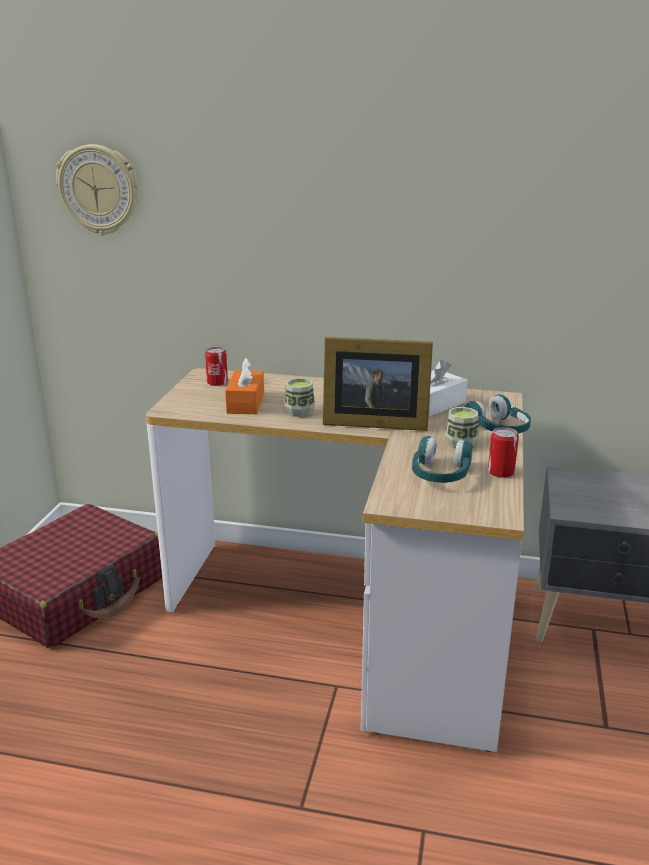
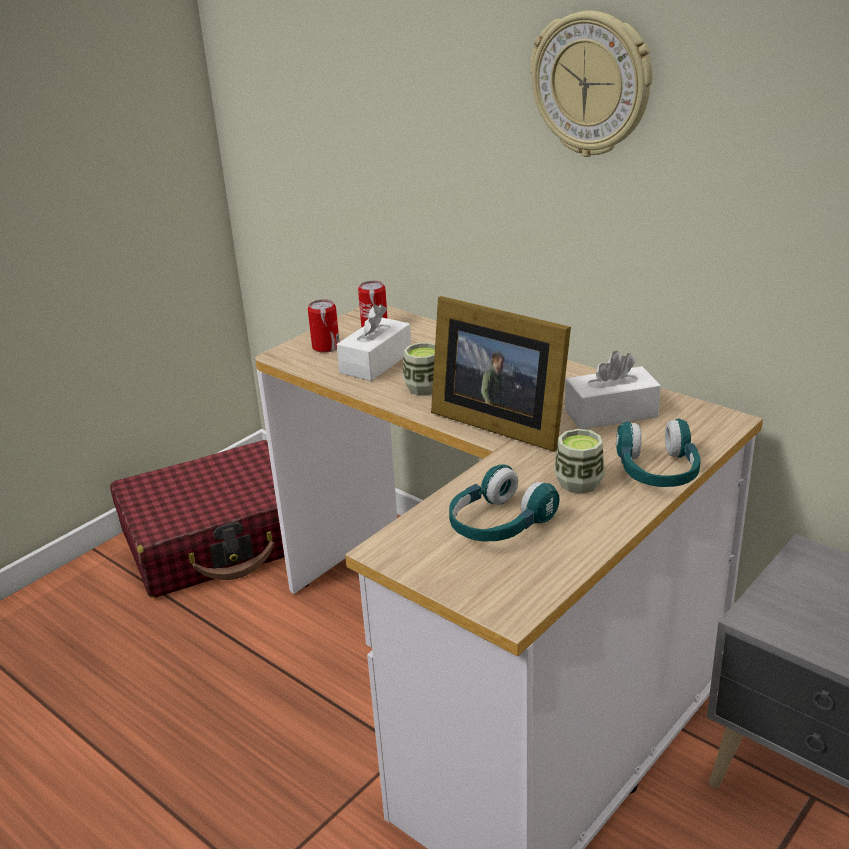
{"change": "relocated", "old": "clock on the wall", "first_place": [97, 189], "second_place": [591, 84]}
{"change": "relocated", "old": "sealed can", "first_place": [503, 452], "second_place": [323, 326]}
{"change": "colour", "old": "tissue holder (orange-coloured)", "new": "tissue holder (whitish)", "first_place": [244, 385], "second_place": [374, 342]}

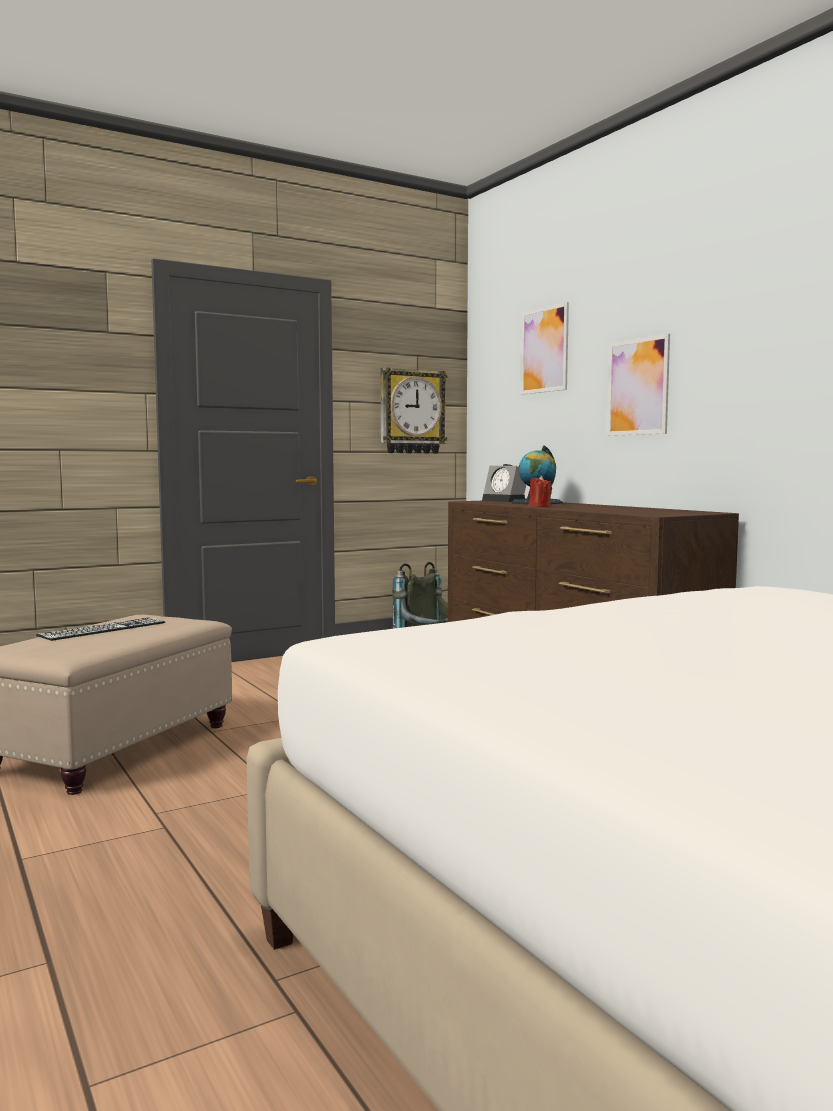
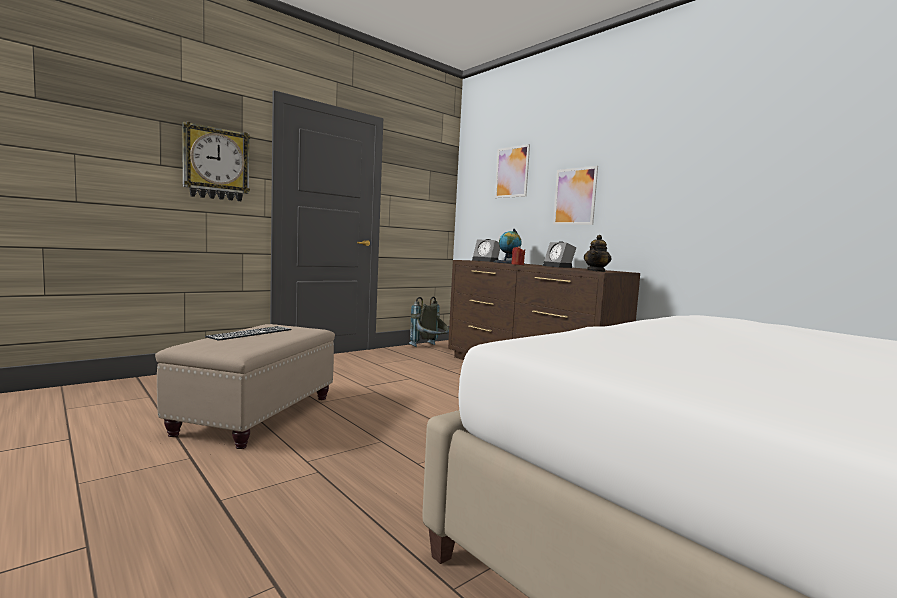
{"change": "appeared", "new": "bedside clock", "second_place": [559, 254]}
{"change": "appeared", "new": "pot for tea", "second_place": [597, 253]}
{"change": "relocated", "old": "clock on the wall", "first_place": [414, 410], "second_place": [216, 161]}

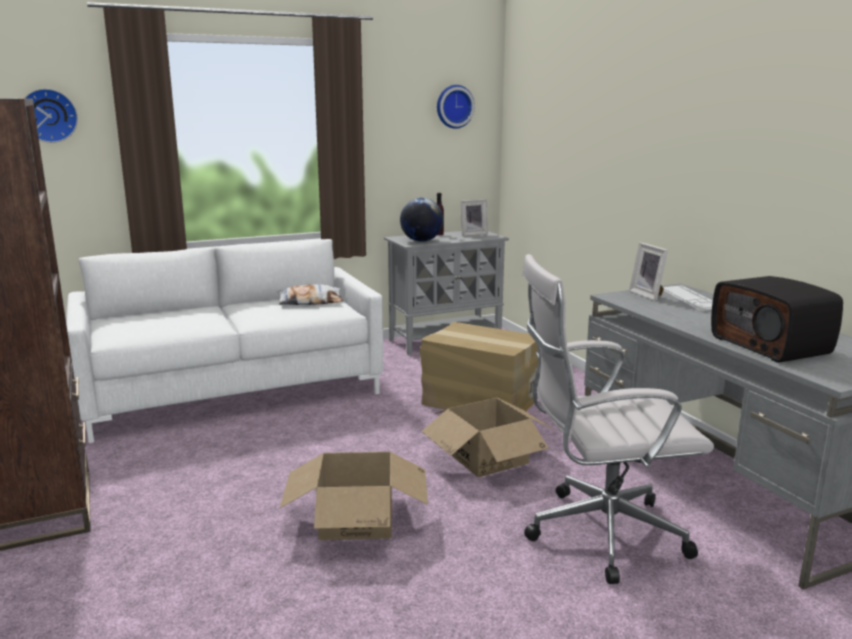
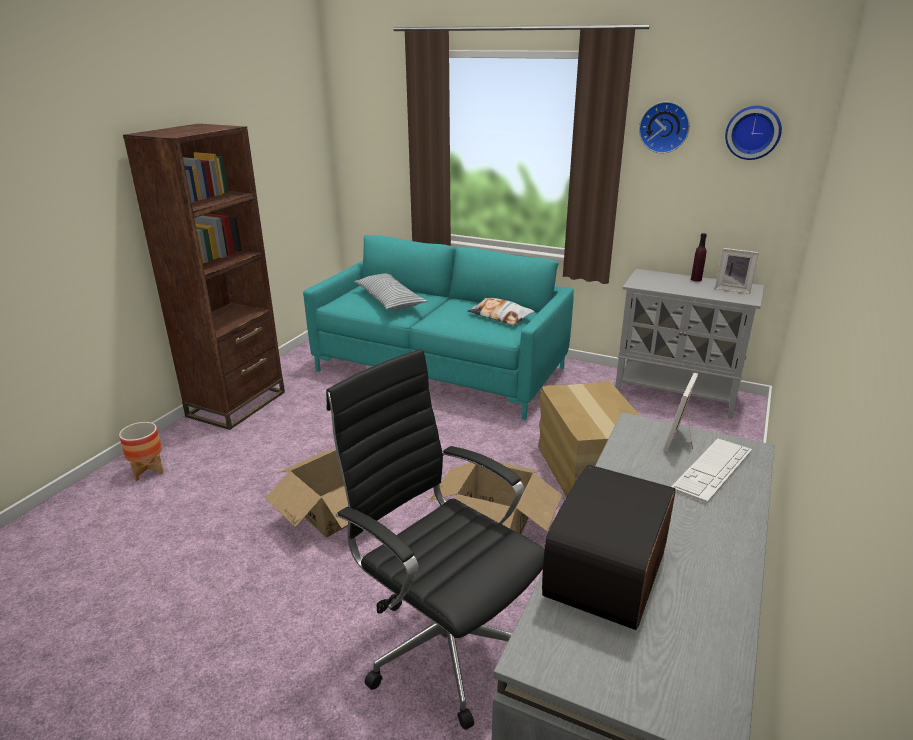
{"change": "missing", "old": "world globe", "first_place": [421, 220]}
{"change": "appeared", "new": "flower pot", "second_place": [141, 451]}
{"change": "appeared", "new": "cushion", "second_place": [390, 291]}
{"change": "relocated", "old": "clock on the wall", "first_place": [51, 115], "second_place": [664, 128]}
{"change": "colour", "old": "sofa (whitish)", "new": "sofa (blue-green)", "first_place": [224, 341], "second_place": [438, 327]}
{"change": "colour", "old": "desk chair (whitish)", "new": "desk chair (black-coloured)", "first_place": [618, 419], "second_place": [435, 539]}

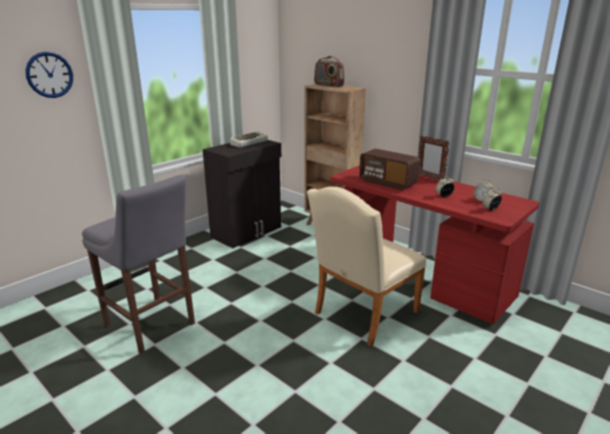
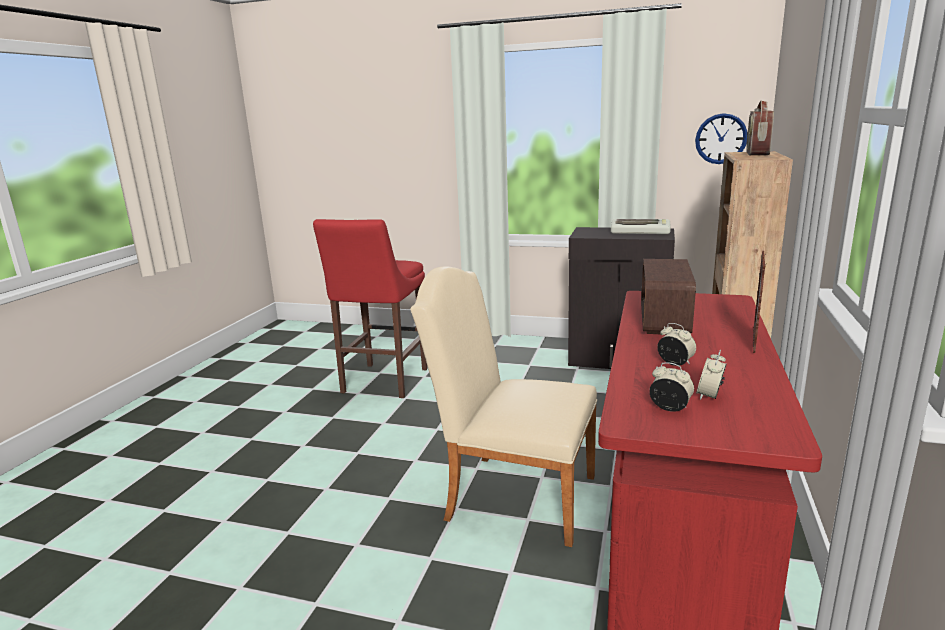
{"change": "relocated", "old": "clock on the wall", "first_place": [49, 75], "second_place": [721, 138]}
{"change": "colour", "old": "stool (greyish)", "new": "stool (reddish)", "first_place": [138, 264], "second_place": [370, 308]}

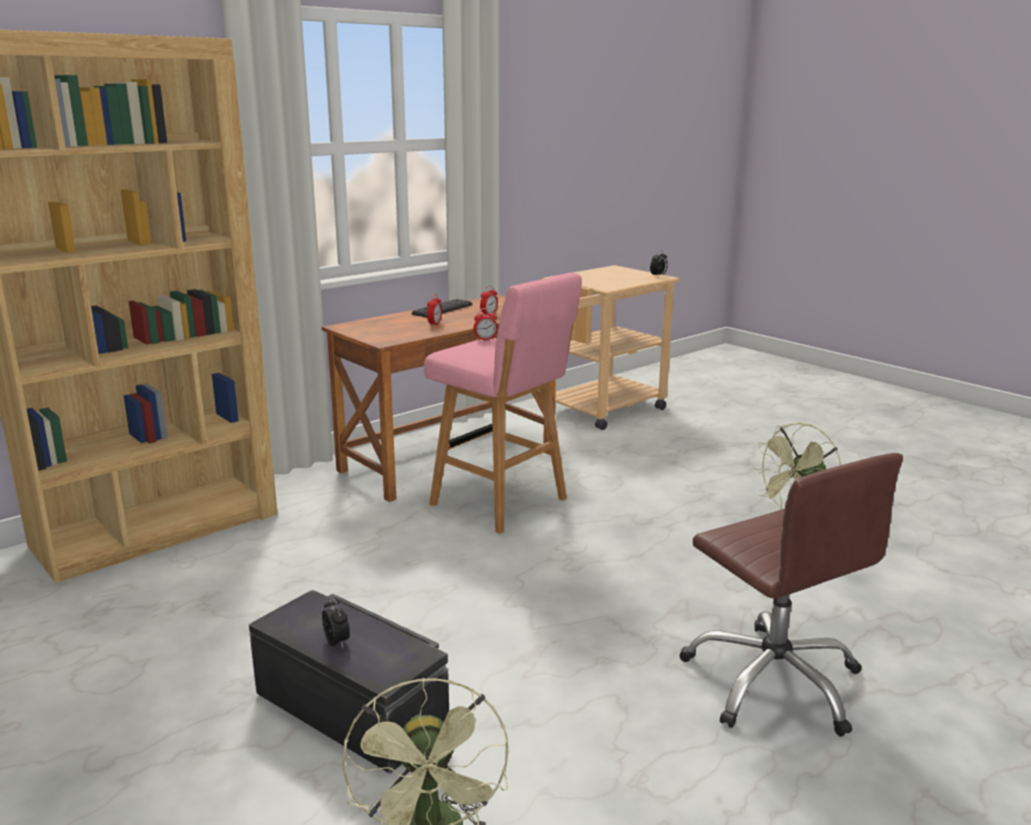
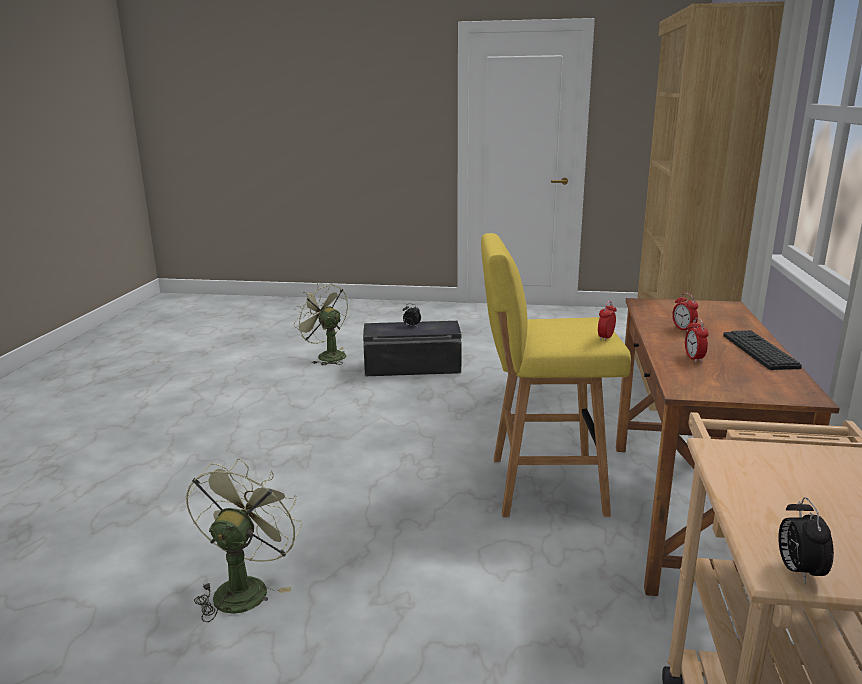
{"change": "missing", "old": "desk chair (brownish)", "first_place": [791, 594]}
{"change": "colour", "old": "stool (pink)", "new": "stool (yellow-coloured)", "first_place": [503, 403], "second_place": [556, 375]}

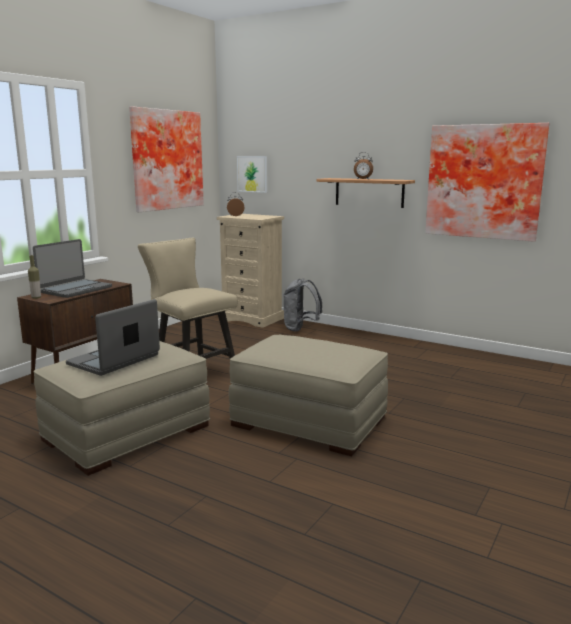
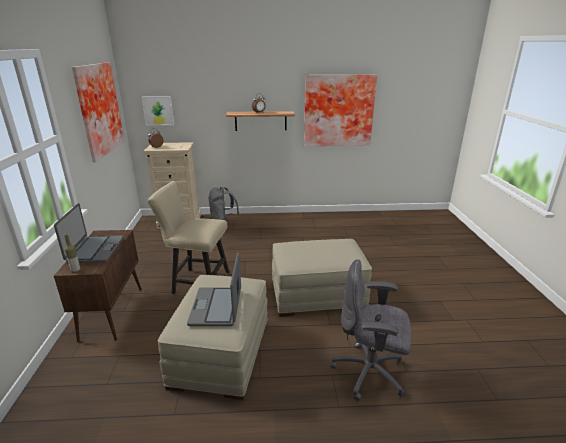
{"change": "appeared", "new": "desk chair (greyish)", "second_place": [371, 330]}

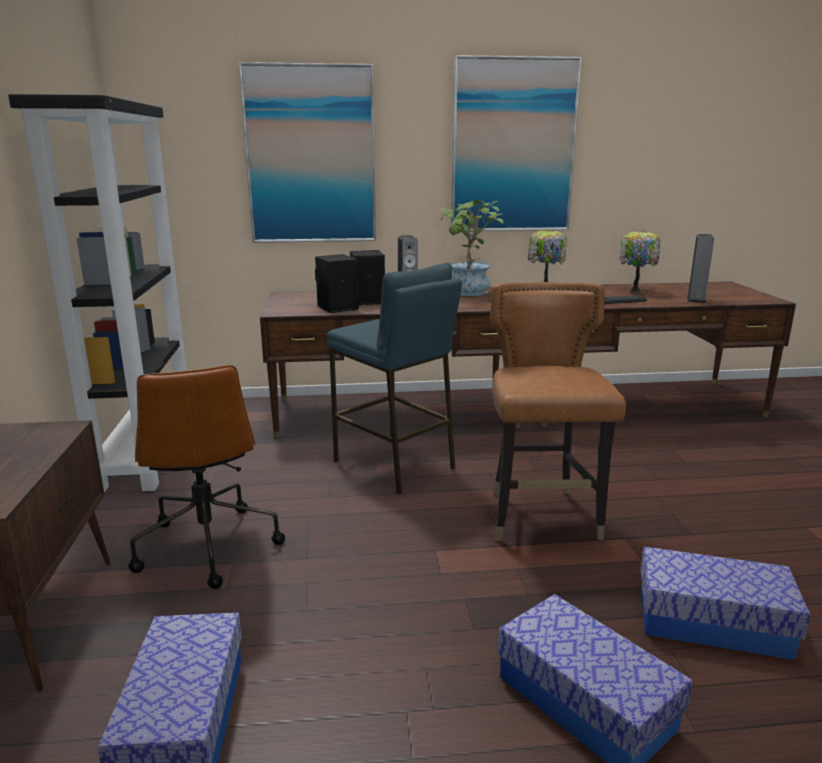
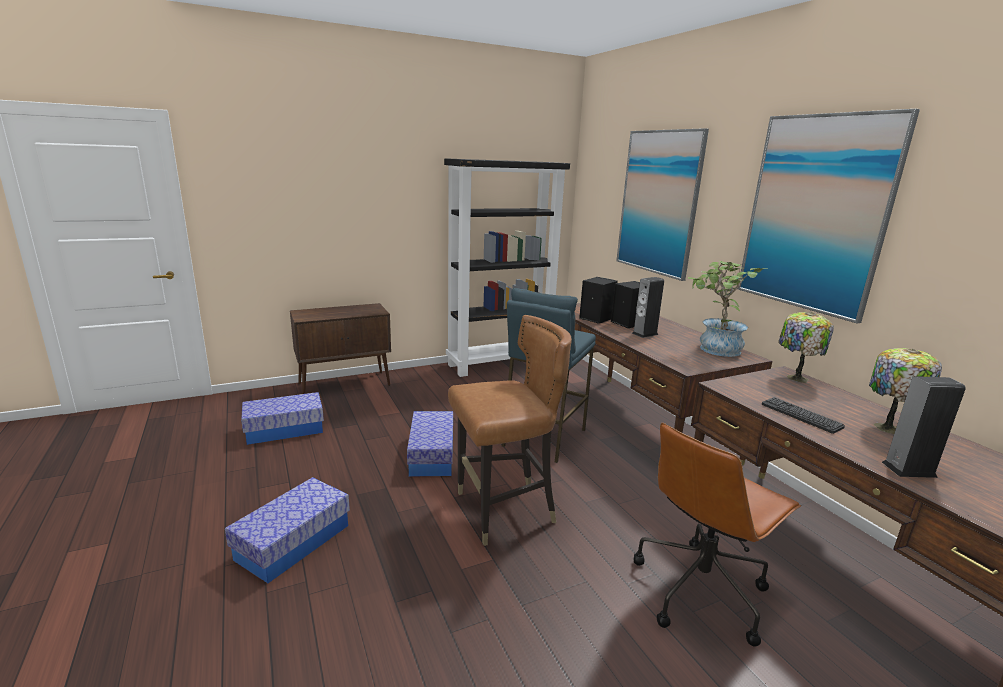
{"change": "relocated", "old": "desk chair (brownish)", "first_place": [206, 477], "second_place": [717, 535]}
{"change": "relocated", "old": "storage container", "first_place": [725, 603], "second_place": [430, 444]}

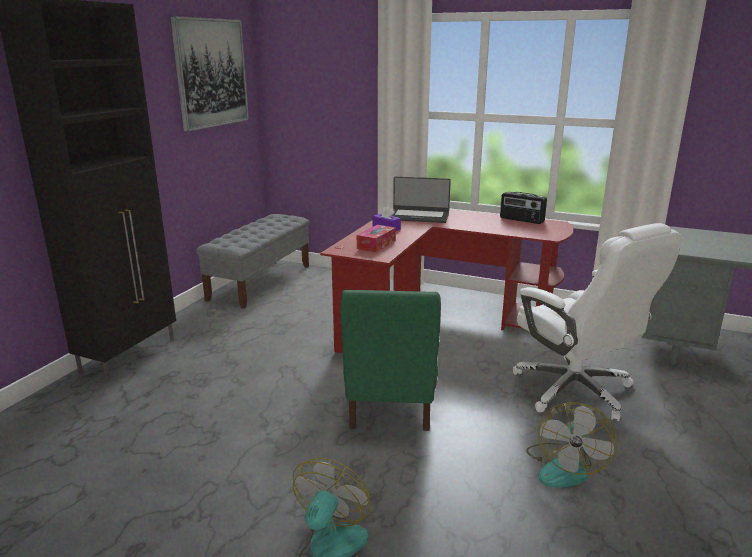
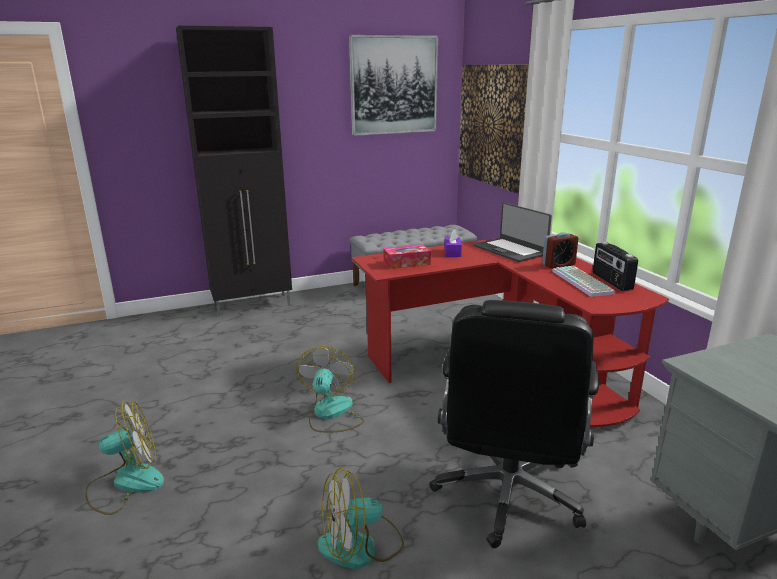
{"change": "appeared", "new": "wall art", "second_place": [494, 129]}
{"change": "appeared", "new": "bedside clock", "second_place": [560, 250]}
{"change": "appeared", "new": "PC keyboard", "second_place": [583, 281]}
{"change": "exchanged", "old": "chair (greenish)", "new": "electric fan", "first_place": [391, 360], "second_place": [330, 389]}
{"change": "colour", "old": "desk chair (whitish)", "new": "desk chair (black-coloured)", "first_place": [597, 322], "second_place": [514, 424]}

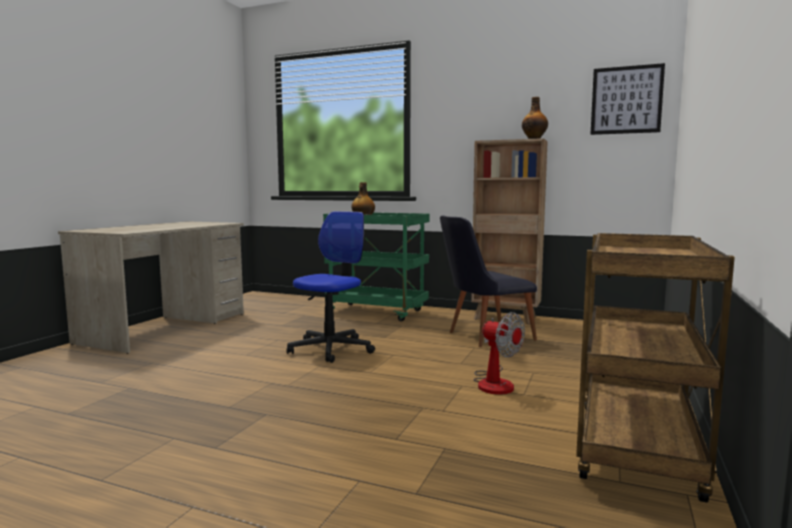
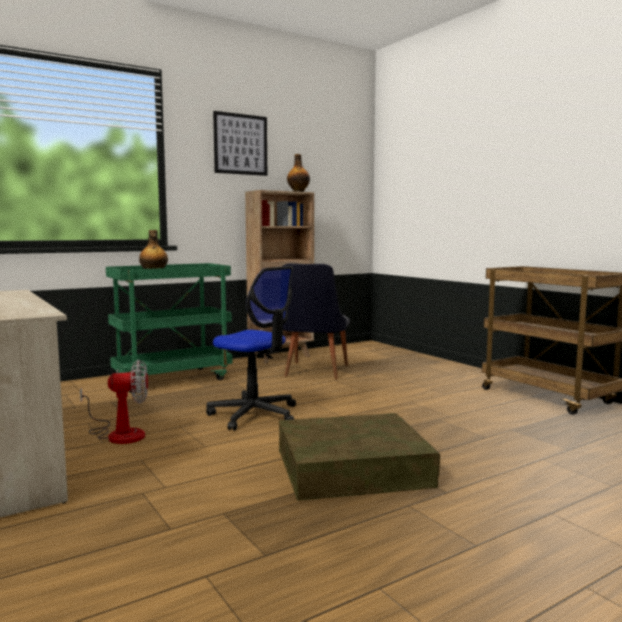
{"change": "appeared", "new": "storage container (brownish)", "second_place": [359, 457]}
{"change": "relocated", "old": "electric fan", "first_place": [499, 353], "second_place": [114, 401]}
{"change": "relocated", "old": "wall art", "first_place": [627, 99], "second_place": [240, 143]}
{"change": "spun", "old": "desk chair", "first_place": [331, 287], "second_place": [251, 348], "degrees": 150}

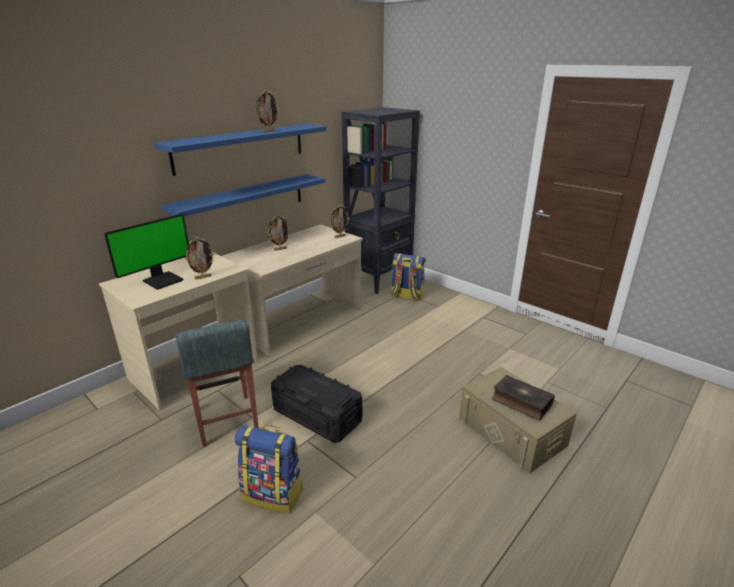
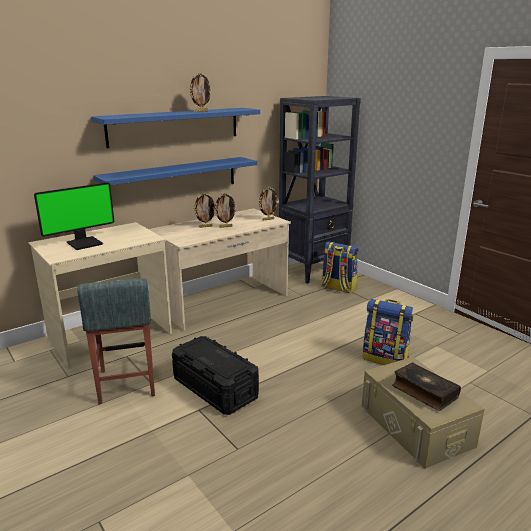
{"change": "relocated", "old": "standing frame", "first_place": [200, 258], "second_place": [225, 210]}
{"change": "relocated", "old": "rucksack", "first_place": [269, 468], "second_place": [388, 332]}

